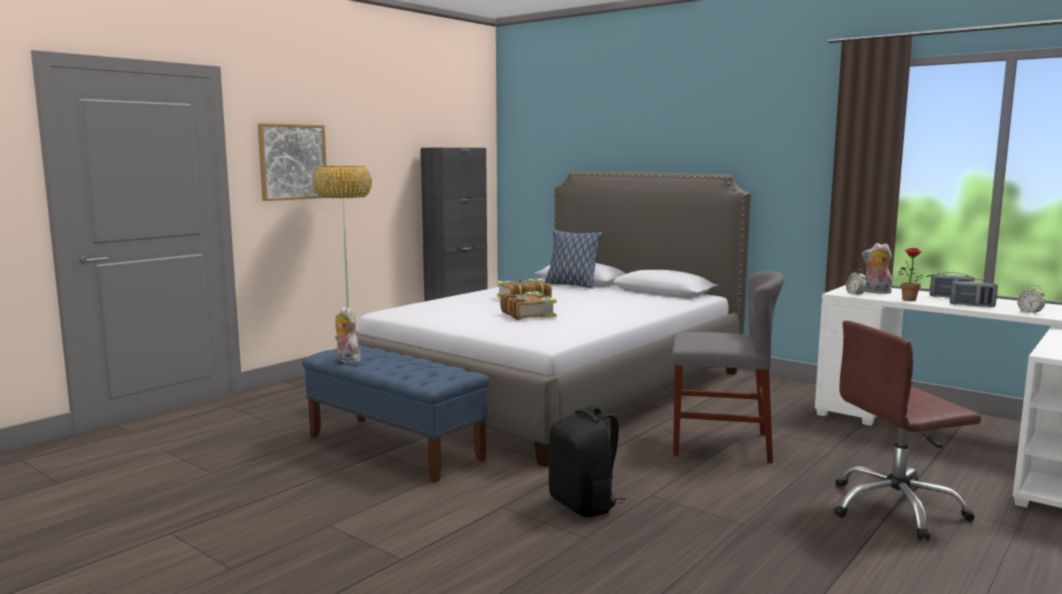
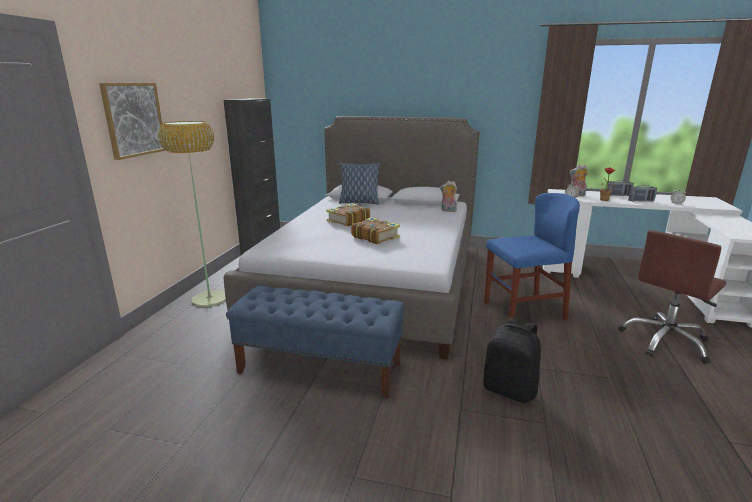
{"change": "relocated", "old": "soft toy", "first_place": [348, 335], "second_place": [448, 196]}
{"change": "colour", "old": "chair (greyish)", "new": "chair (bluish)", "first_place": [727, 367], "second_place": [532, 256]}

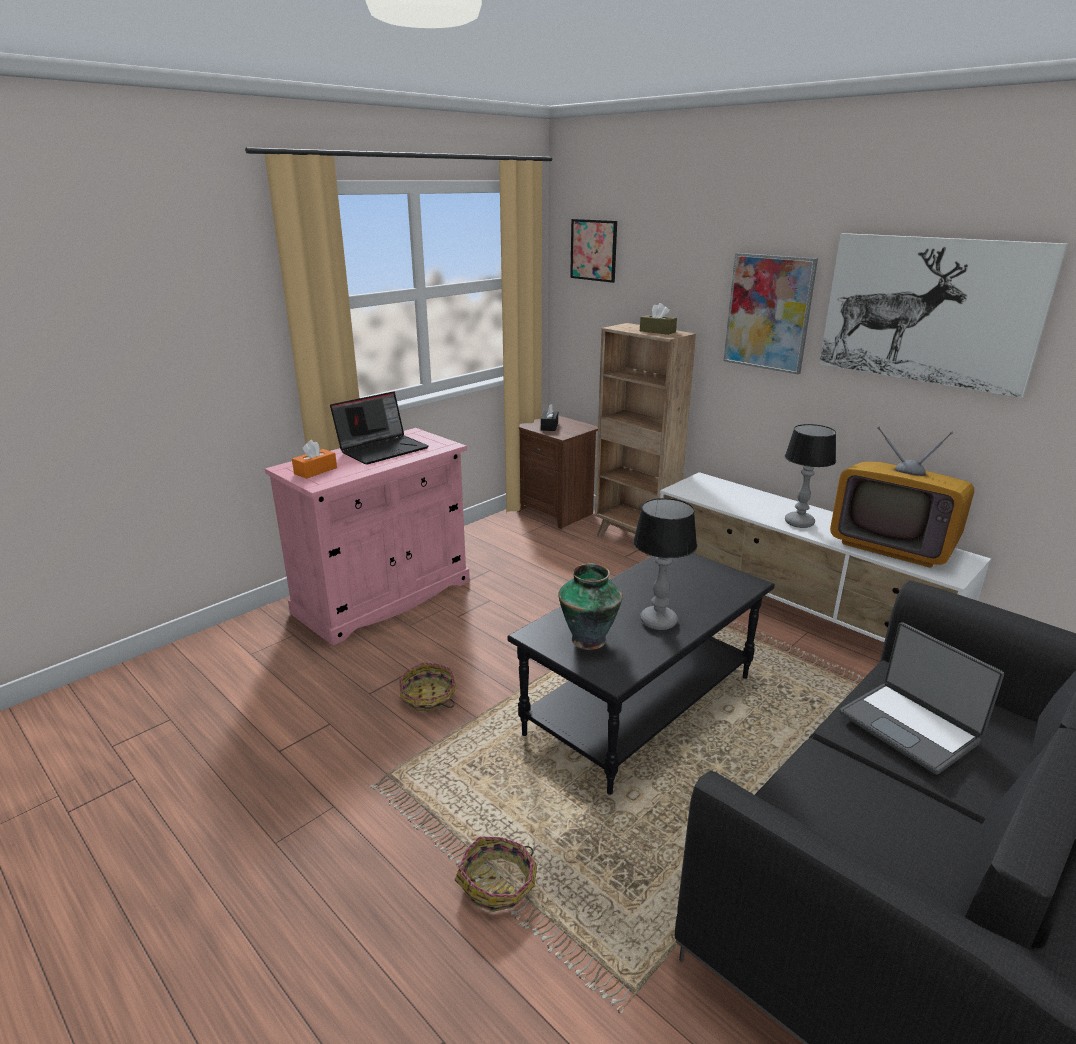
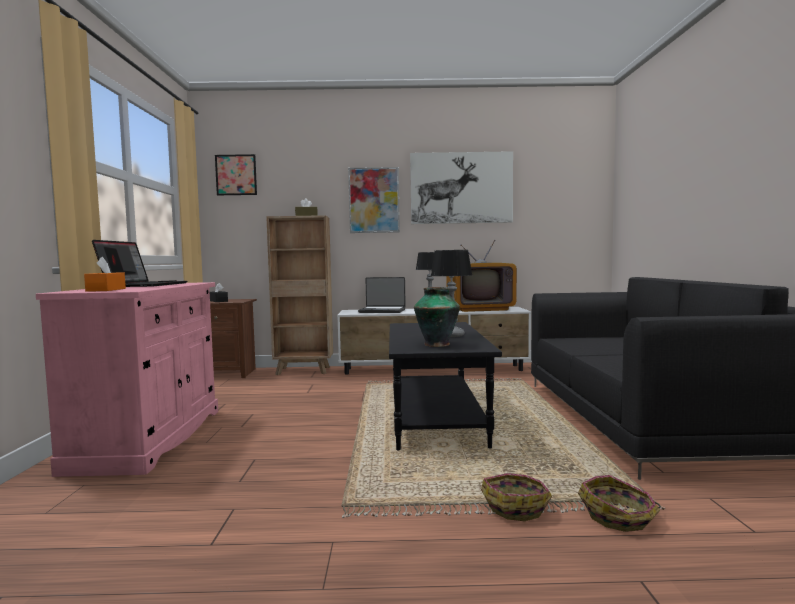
{"change": "relocated", "old": "basket", "first_place": [428, 687], "second_place": [619, 503]}
{"change": "relocated", "old": "laptop", "first_place": [922, 698], "second_place": [382, 295]}

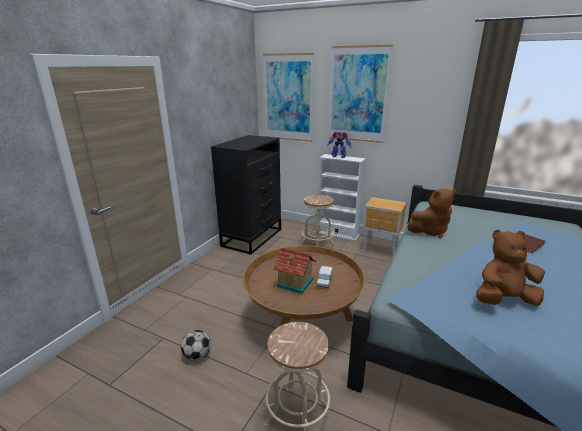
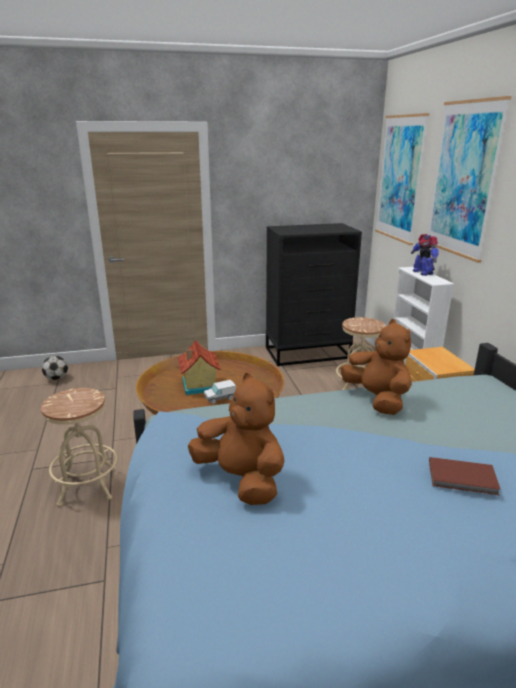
{"change": "relocated", "old": "football", "first_place": [196, 345], "second_place": [55, 368]}
{"change": "spun", "old": "soft toy (brownish)", "first_place": [431, 213], "second_place": [376, 367], "degrees": -150}

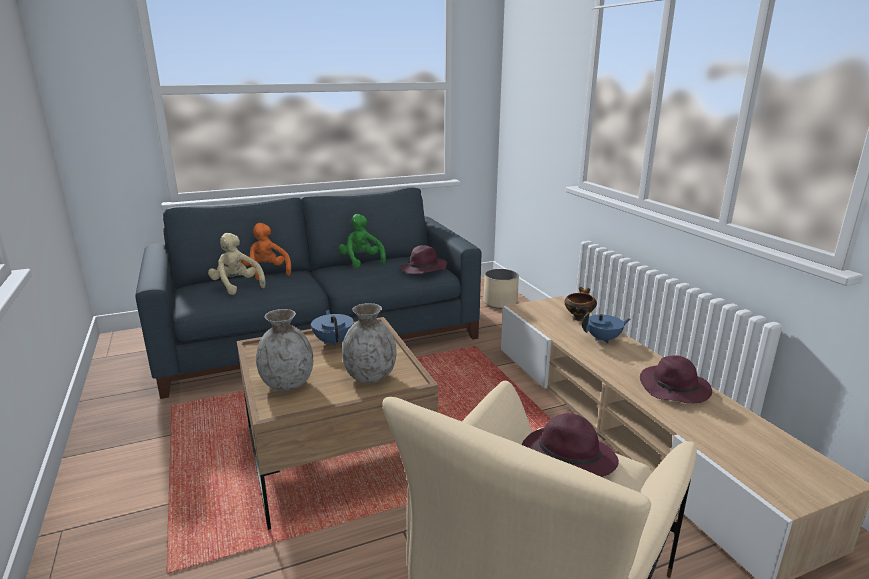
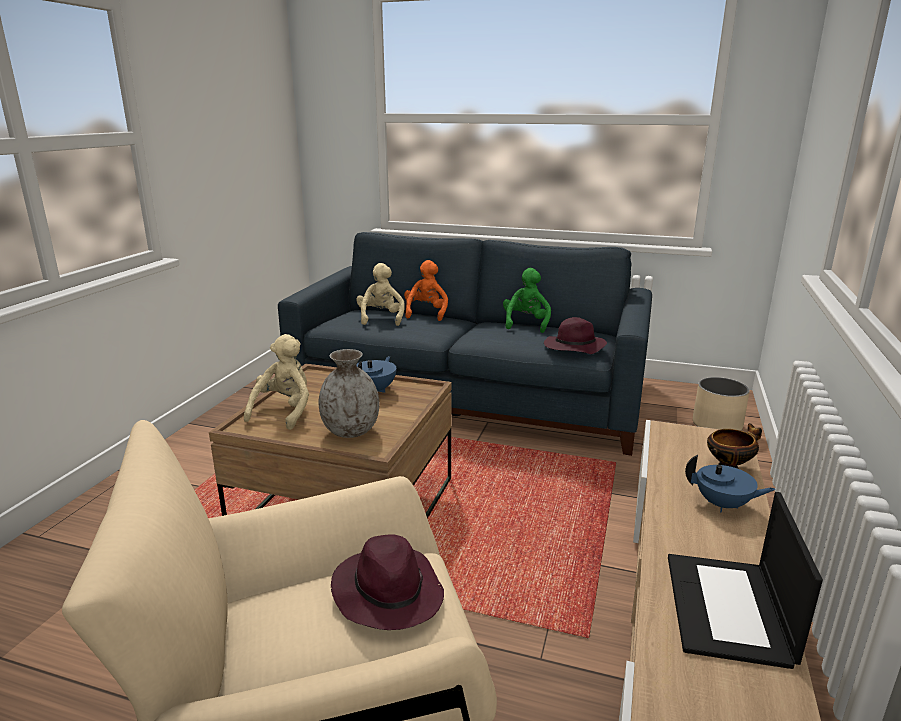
{"change": "exchanged", "old": "decorative vase (greyish)", "new": "soft toy (sand-coloured)", "first_place": [284, 350], "second_place": [276, 382]}
{"change": "exchanged", "old": "wearable hat (purple-coloured)", "new": "laptop", "first_place": [676, 379], "second_place": [745, 580]}

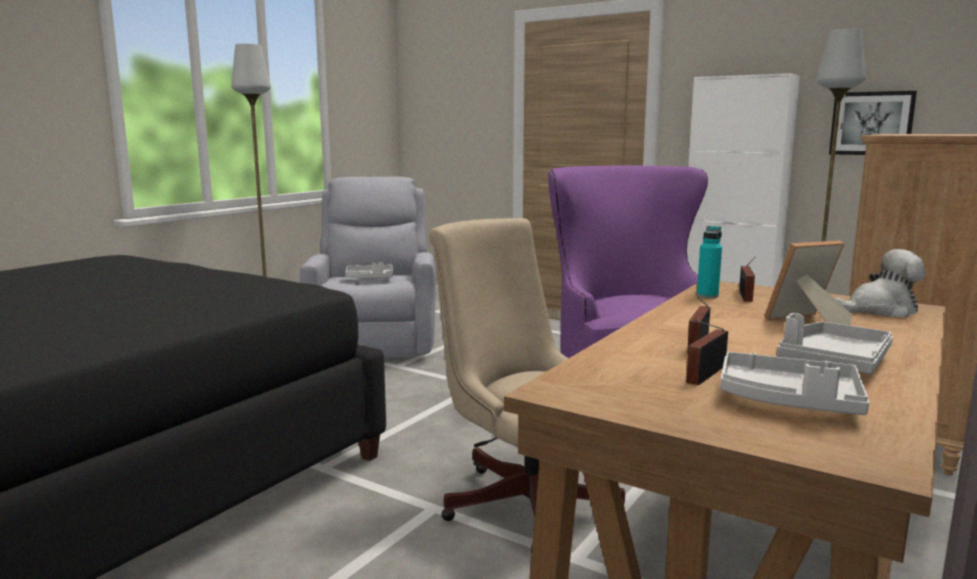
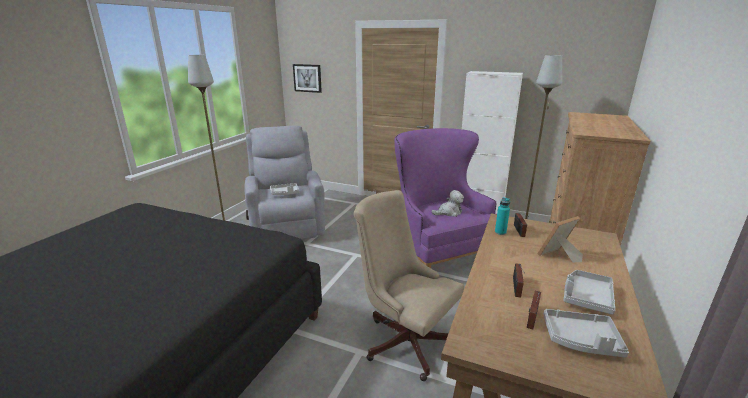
{"change": "relocated", "old": "wall art", "first_place": [873, 123], "second_place": [307, 78]}
{"change": "relocated", "old": "soft toy", "first_place": [880, 283], "second_place": [448, 203]}

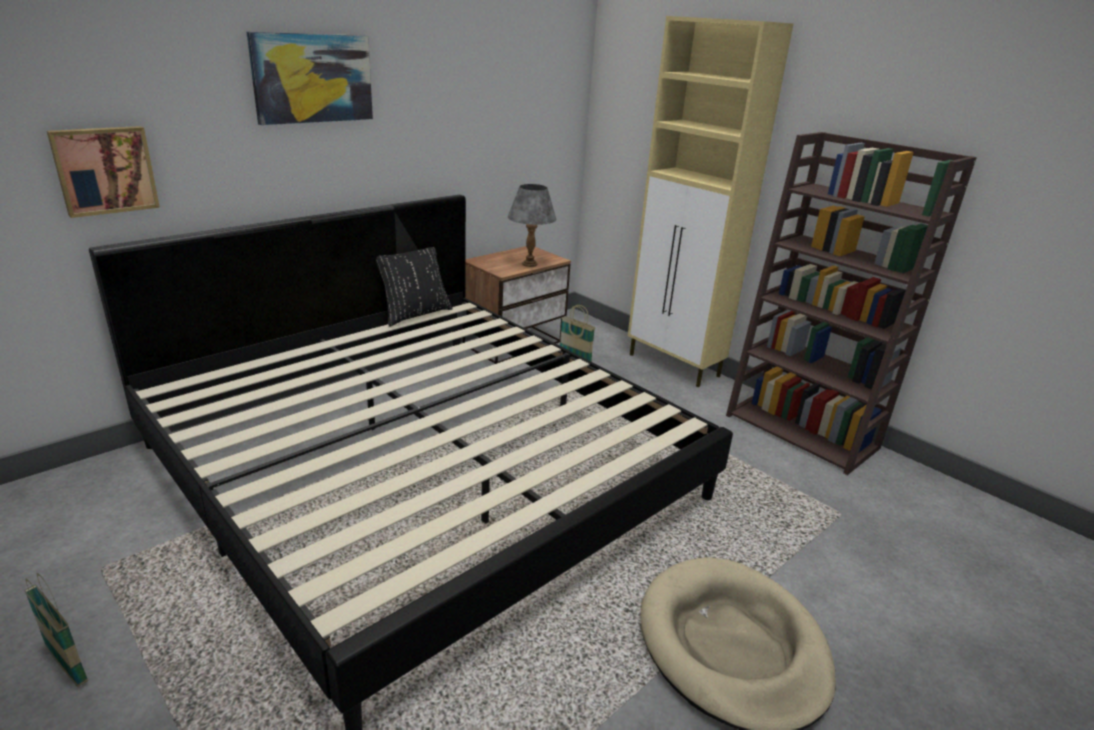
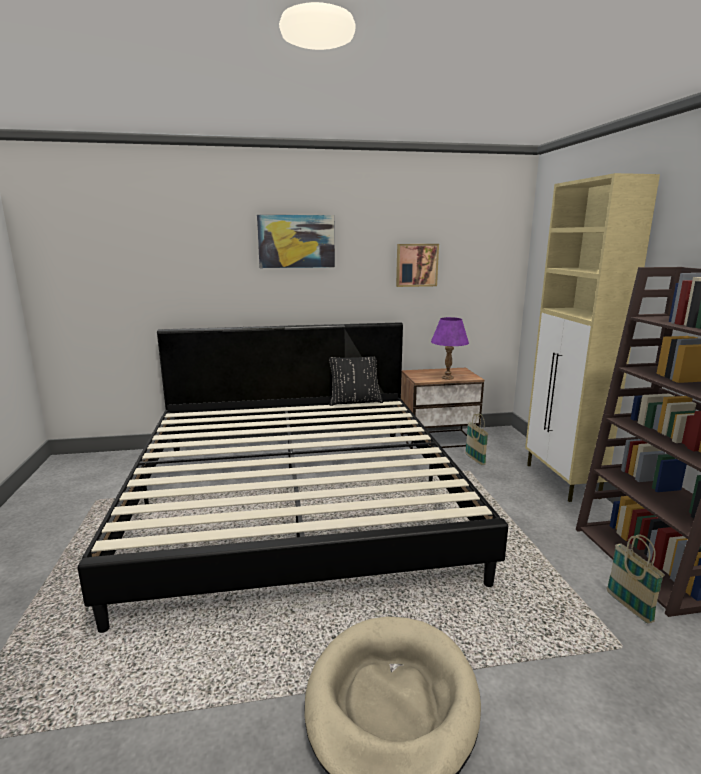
{"change": "relocated", "old": "basket", "first_place": [56, 630], "second_place": [635, 579]}
{"change": "relocated", "old": "wall art", "first_place": [103, 172], "second_place": [417, 265]}
{"change": "colour", "old": "lamp for a table (greyish)", "new": "lamp for a table (purple-coloured)", "first_place": [532, 225], "second_place": [450, 348]}

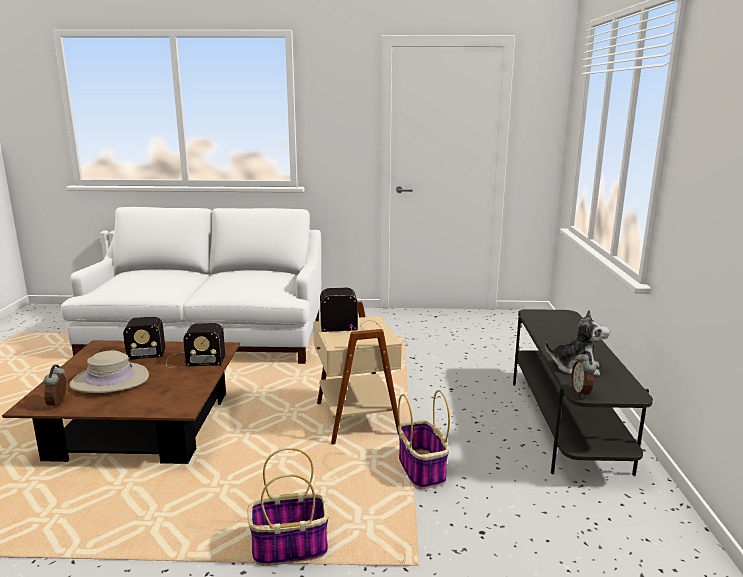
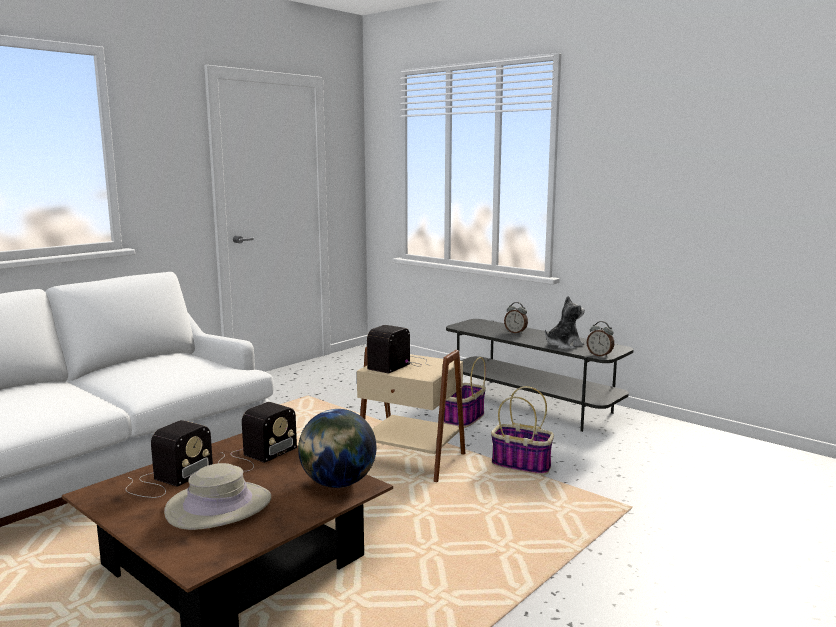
{"change": "appeared", "new": "world globe", "second_place": [337, 448]}
{"change": "relocated", "old": "bedside clock", "first_place": [55, 387], "second_place": [516, 318]}
{"change": "relocated", "old": "basket", "first_place": [288, 507], "second_place": [465, 392]}

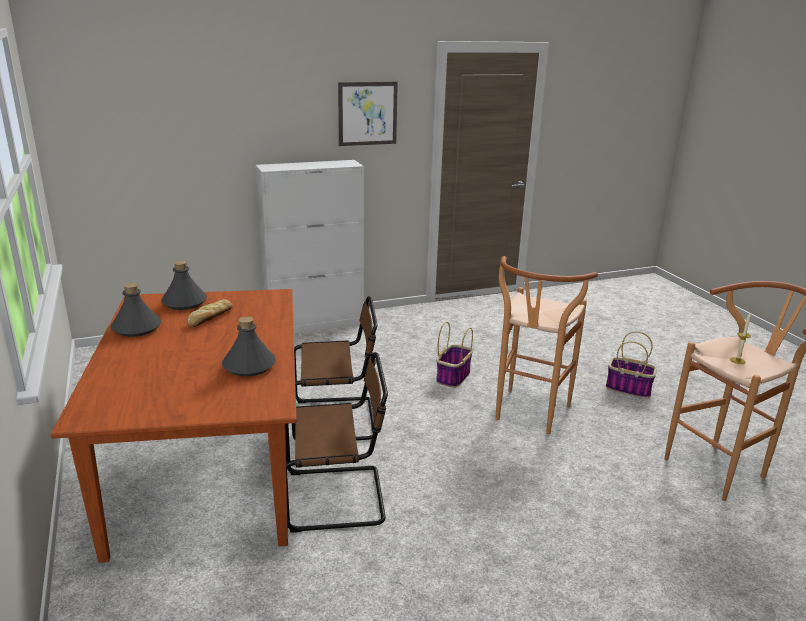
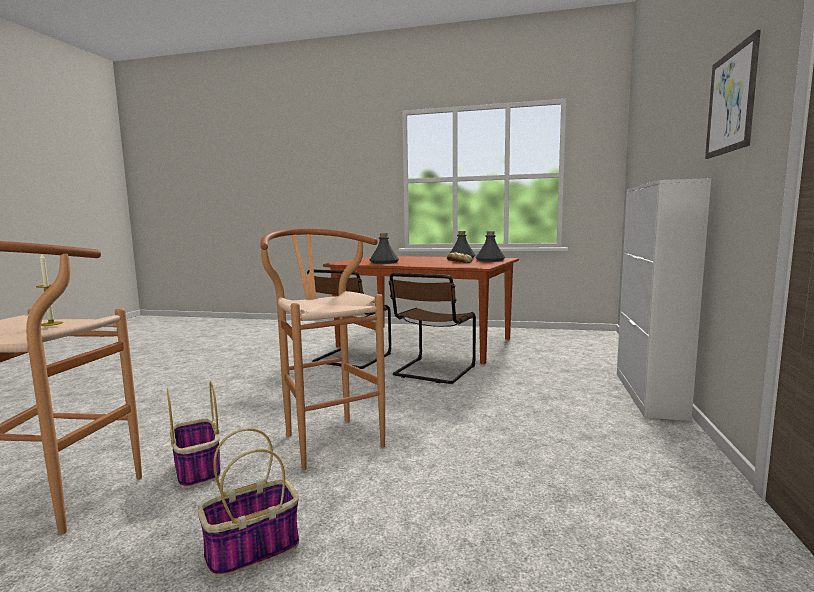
{"change": "relocated", "old": "basket", "first_place": [454, 355], "second_place": [194, 435]}

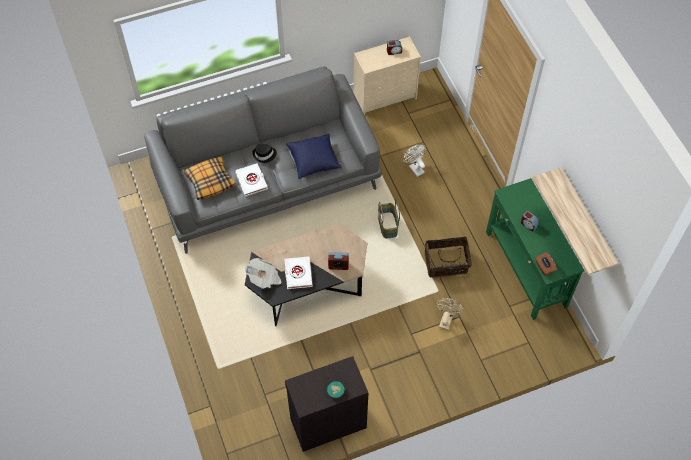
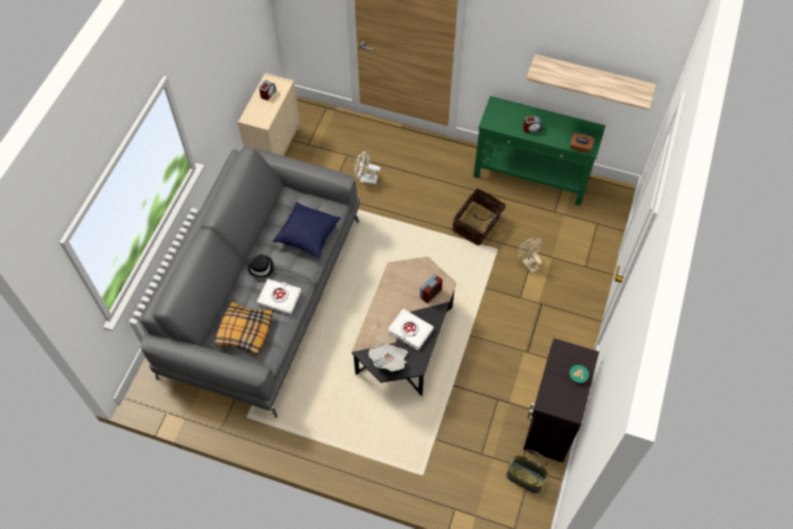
{"change": "relocated", "old": "basket", "first_place": [389, 219], "second_place": [527, 471]}

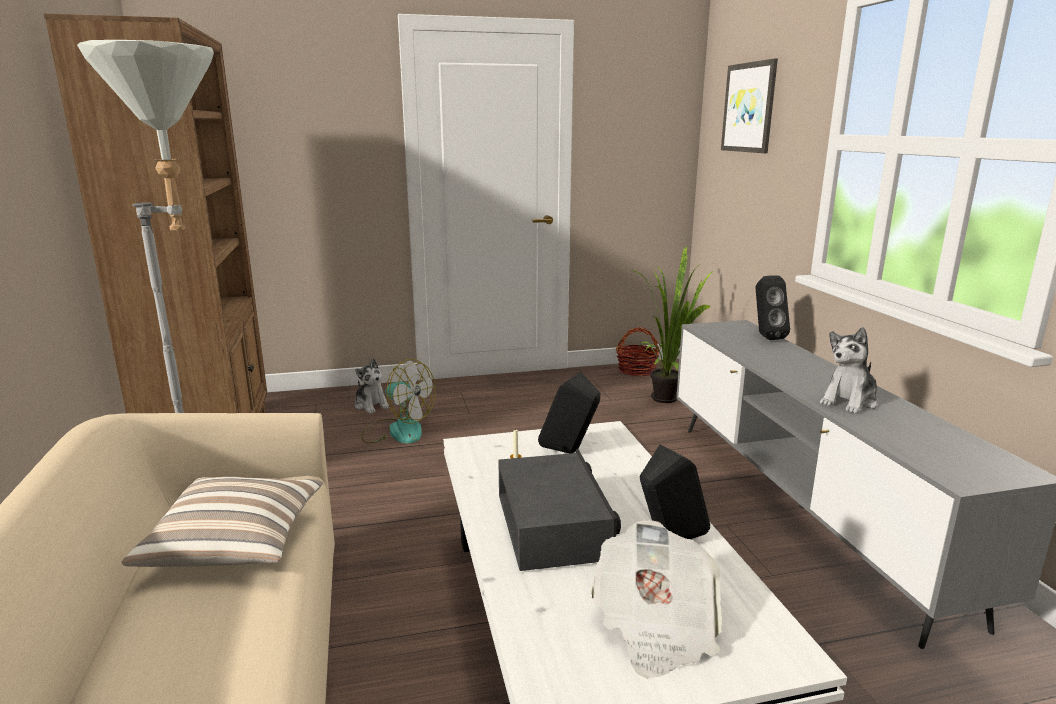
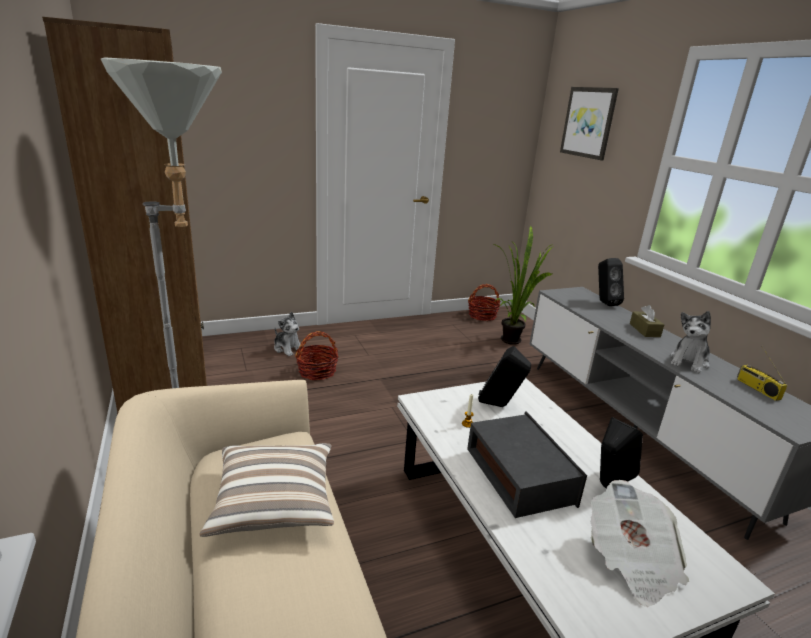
{"change": "appeared", "new": "tissue holder (brownish)", "second_place": [647, 321]}
{"change": "appeared", "new": "radio set", "second_place": [762, 373]}
{"change": "exchanged", "old": "electric fan", "new": "basket", "first_place": [398, 401], "second_place": [316, 355]}

